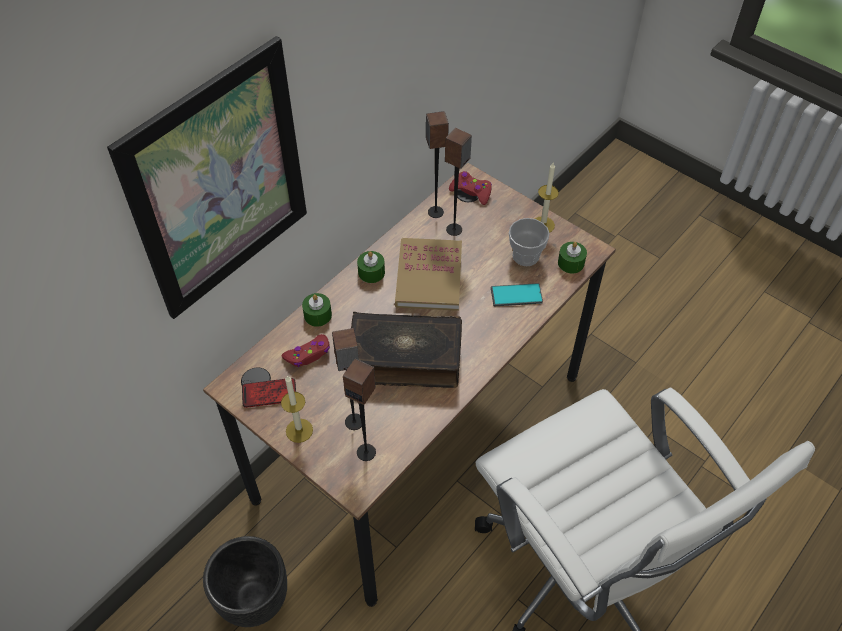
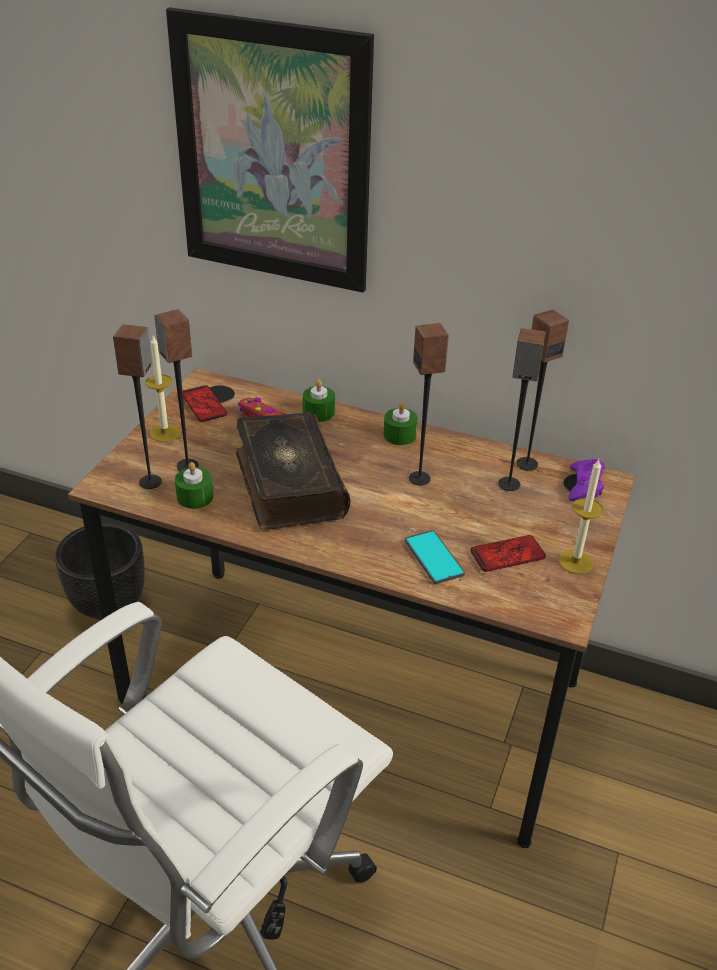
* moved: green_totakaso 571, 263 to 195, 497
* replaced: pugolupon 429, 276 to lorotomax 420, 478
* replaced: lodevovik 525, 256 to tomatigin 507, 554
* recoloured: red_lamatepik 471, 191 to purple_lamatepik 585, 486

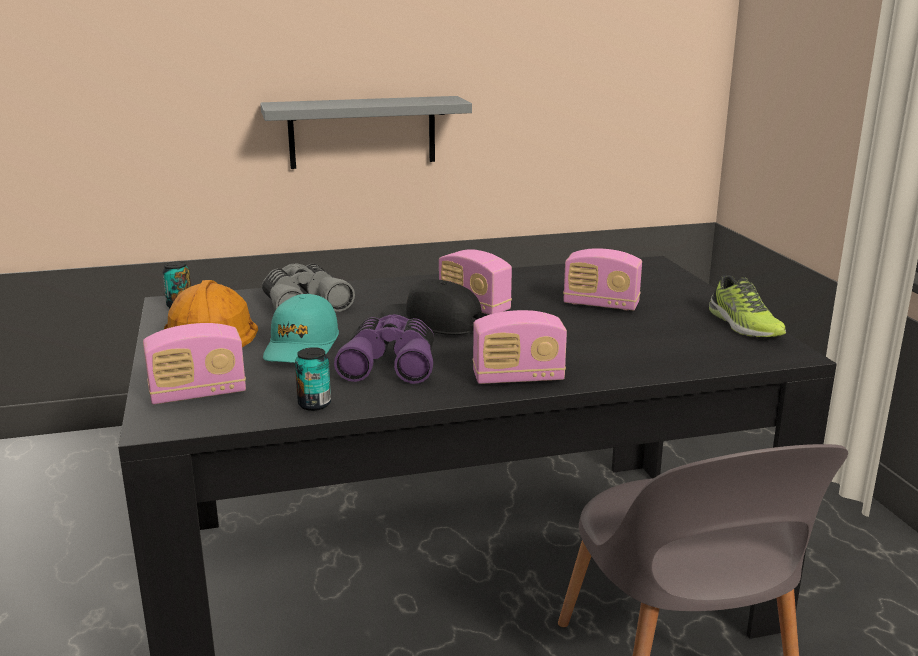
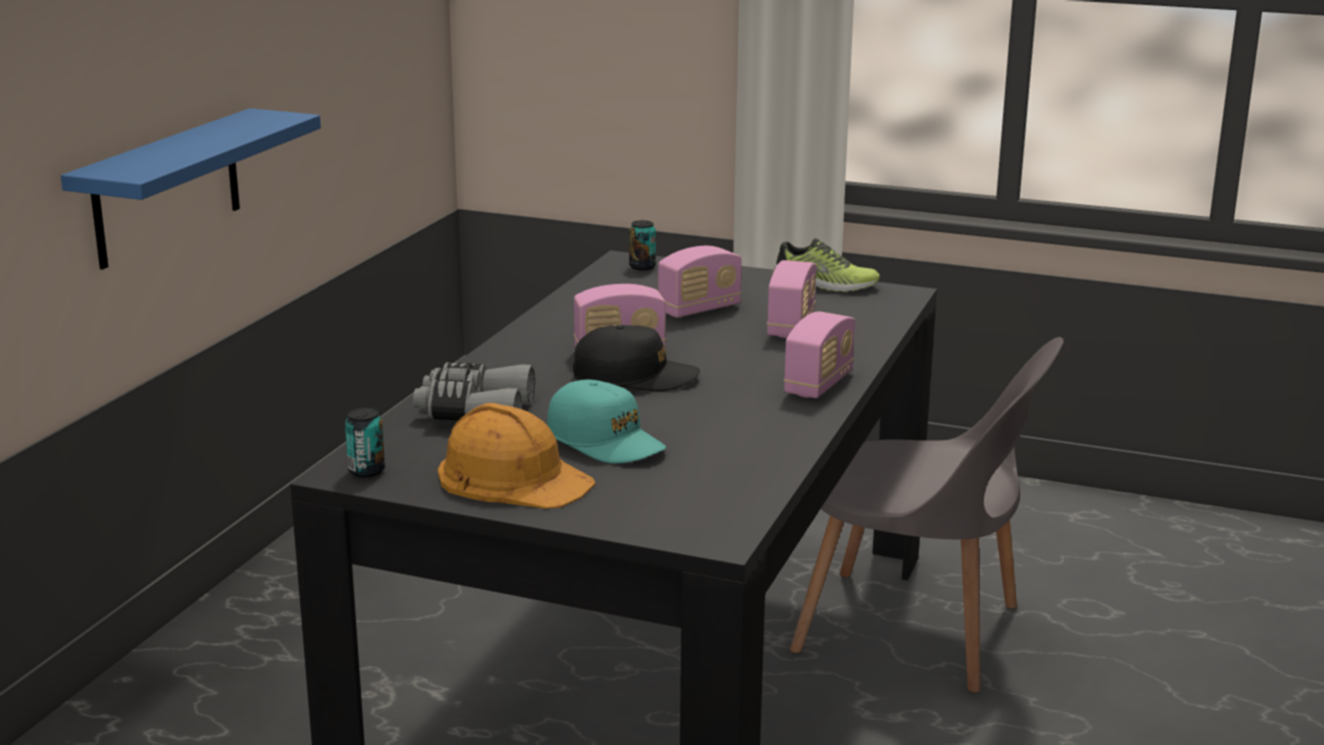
* recoloured: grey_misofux 362, 132 to blue_misofux 167, 188
* turned: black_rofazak 432, 323 = 634, 377 150 degrees counterclockwise
* moved: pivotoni 314, 404 to 642, 267
* moved: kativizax 198, 394 to 791, 326
* removed: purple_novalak 390, 363

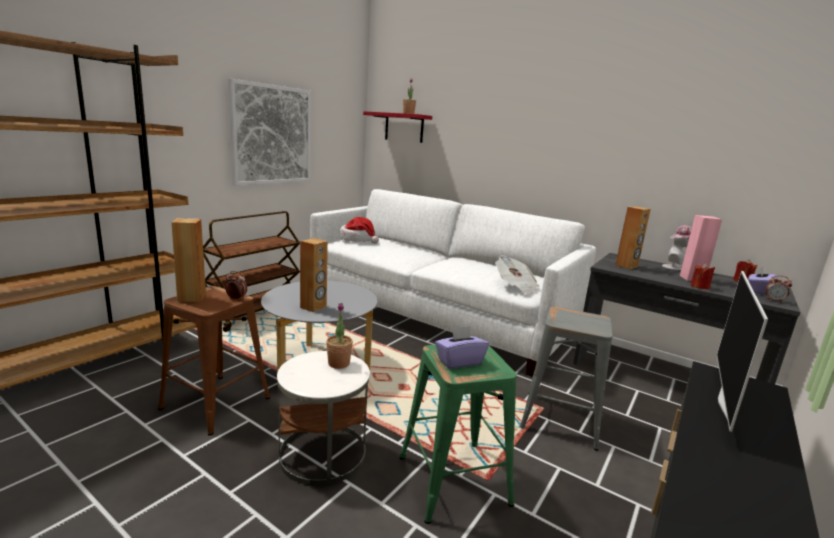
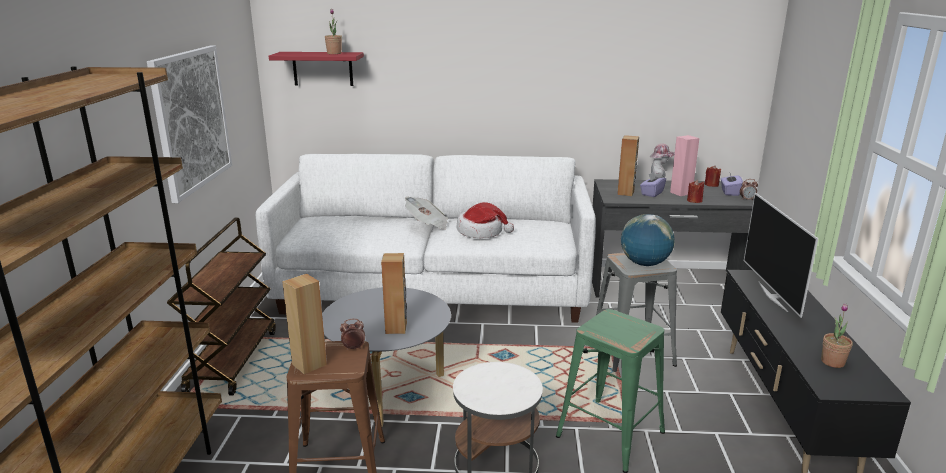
* moved: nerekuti 515, 287 to 427, 224
* moved: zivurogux 358, 239 to 481, 232
* added: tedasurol 644, 264
* moved: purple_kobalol 459, 361 to 651, 193
* moved: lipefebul 339, 363 to 832, 362

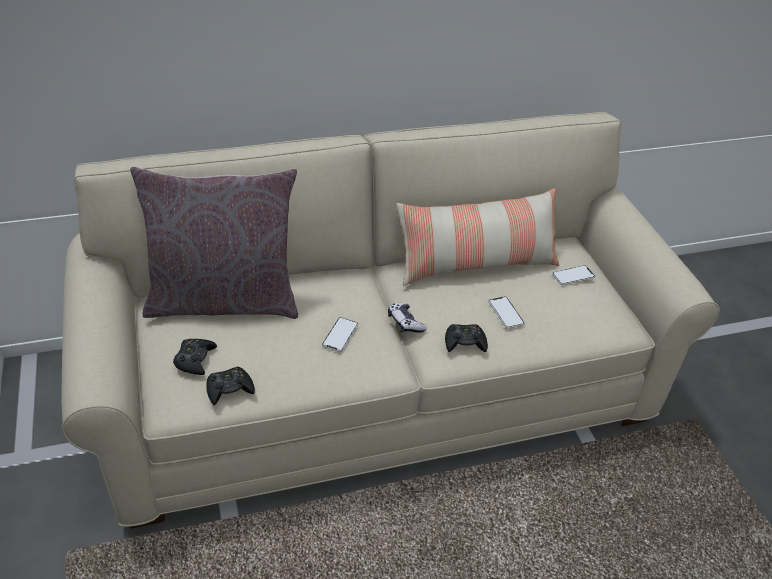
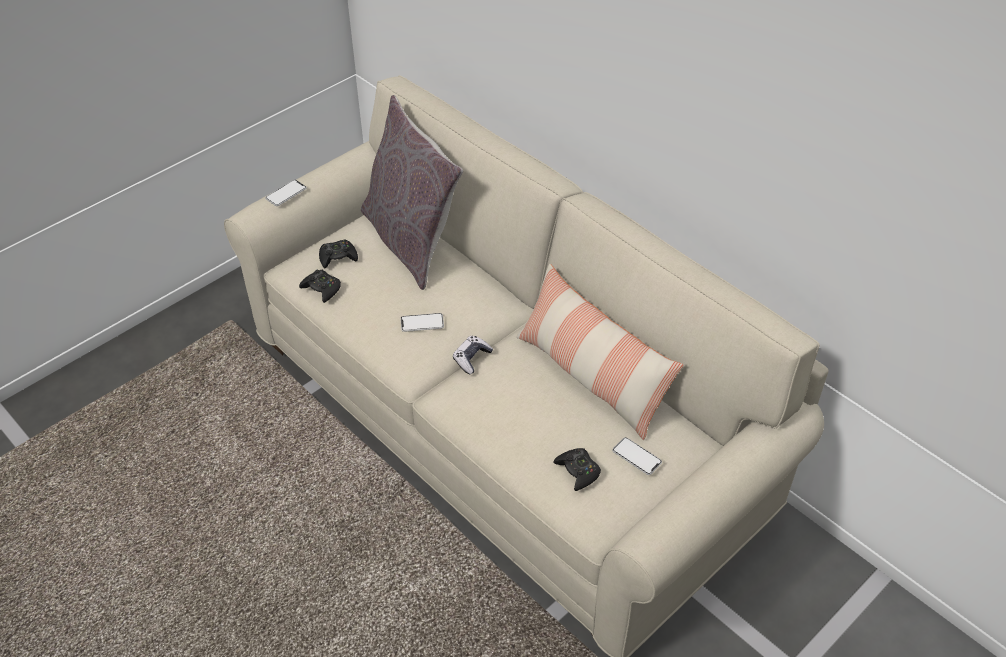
* moved: tomatigin 506, 313 to 286, 193
* moved: black_lamatepik 464, 342 to 578, 471

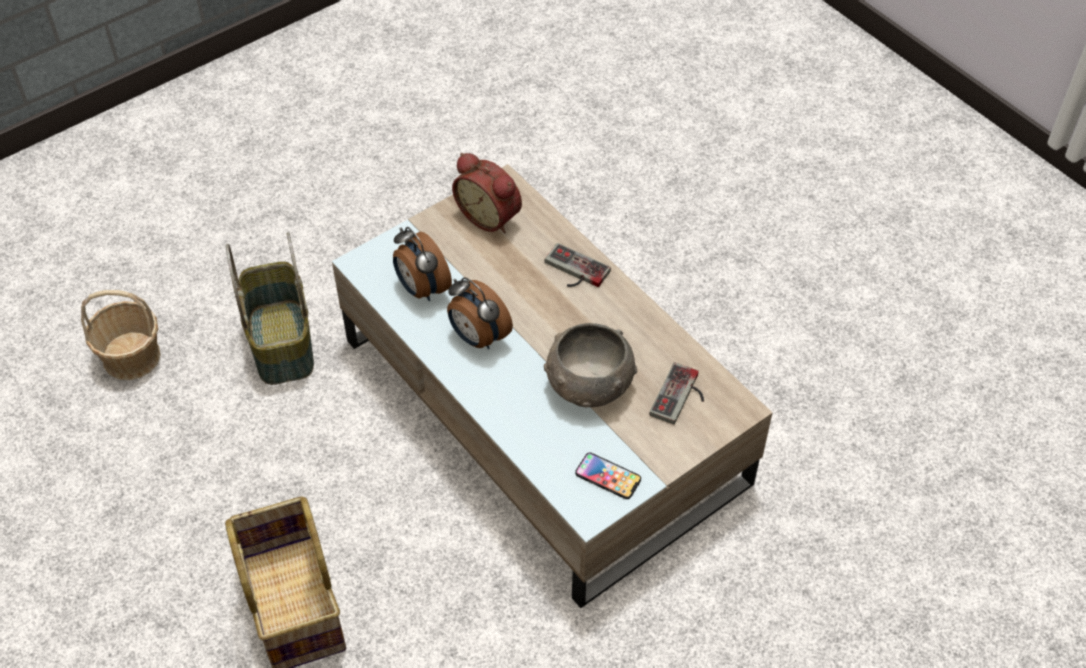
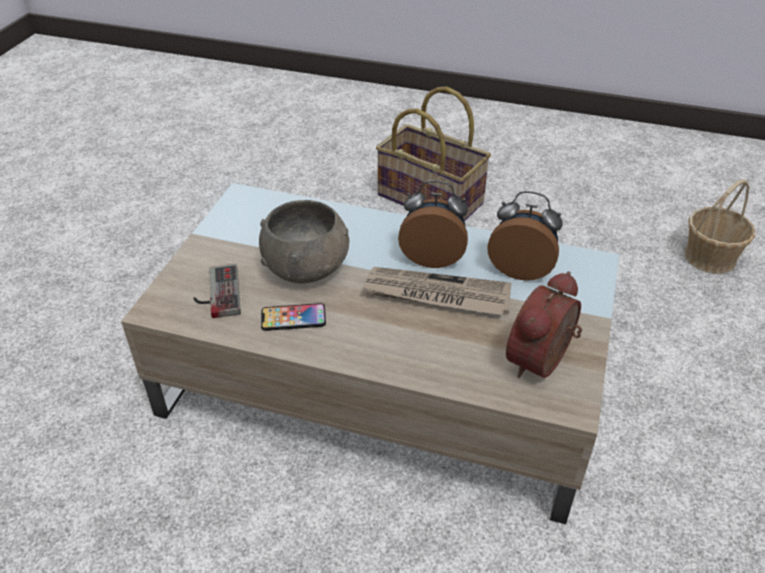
* moved: tomatigin 608, 476 to 293, 318
* added: nerekuti 436, 295
* turned: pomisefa 490, 215 = 543, 362 60 degrees counterclockwise
* removed: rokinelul 283, 343
* removed: lamatepik 573, 271

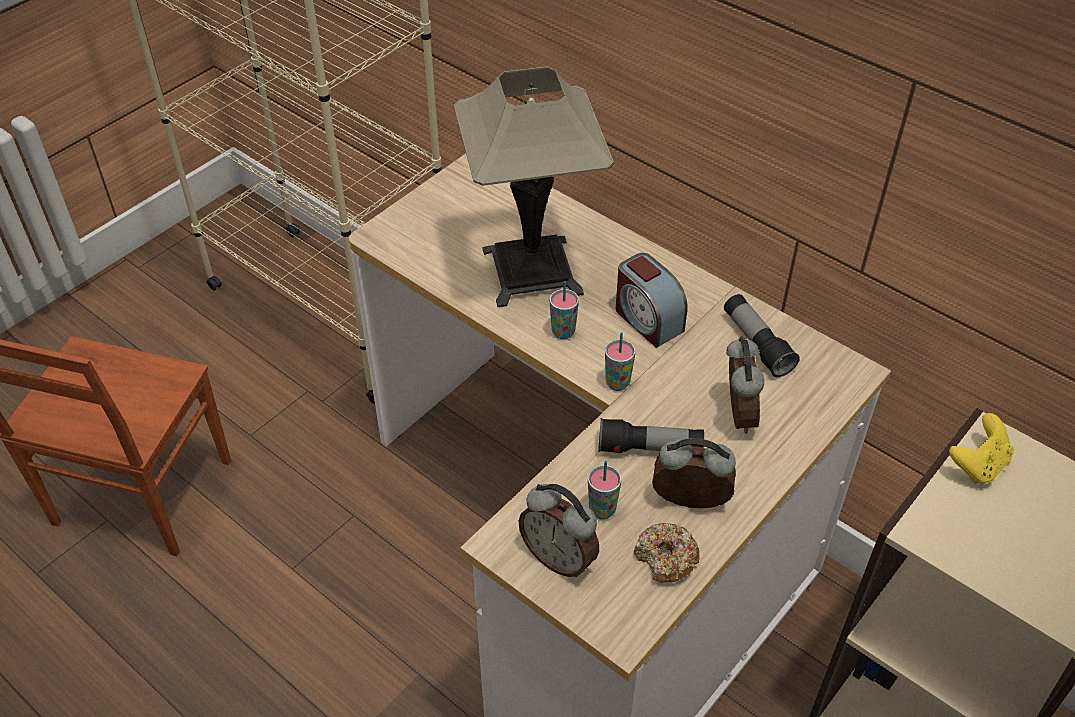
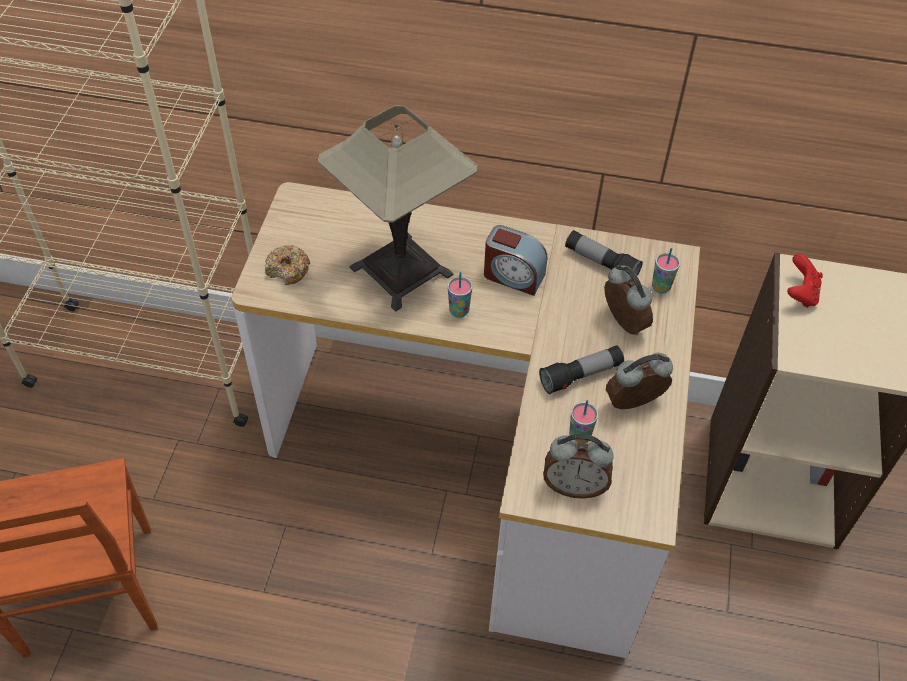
* moved: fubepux 666, 559 to 288, 270
* moved: lodevovik 617, 383 to 661, 287
* recoloured: yellow_lamatepik 977, 465 to red_lamatepik 800, 294

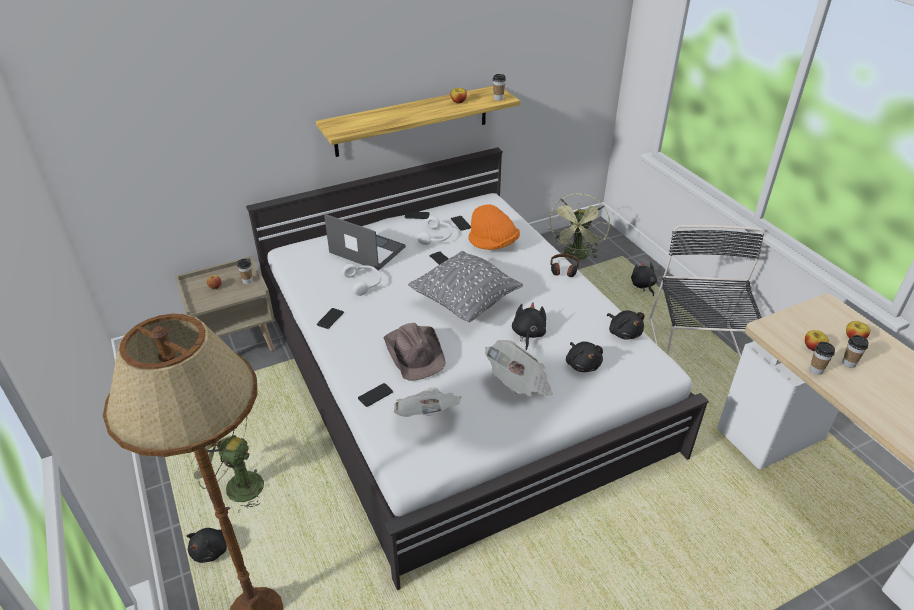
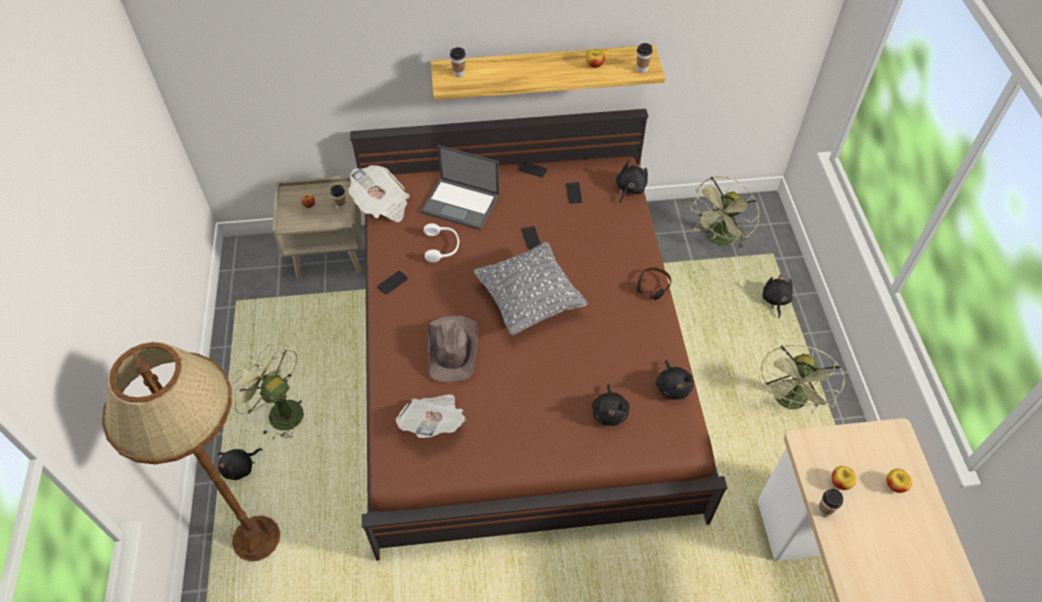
* moved: nerekuti 519, 383 to 382, 205
* recoloured: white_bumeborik 456, 378 to brown_bumeborik 521, 358
* turned: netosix 366, 250 = 461, 203 150 degrees clockwise
* moved: lodevovik 848, 363 to 459, 73
* moved: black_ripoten 528, 334 to 629, 189
* replaced: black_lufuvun 697, 351 to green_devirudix 790, 402
* removed: tomatigin 375, 395
* removed: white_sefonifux 437, 237
* removed: orange_zivurogux 493, 244

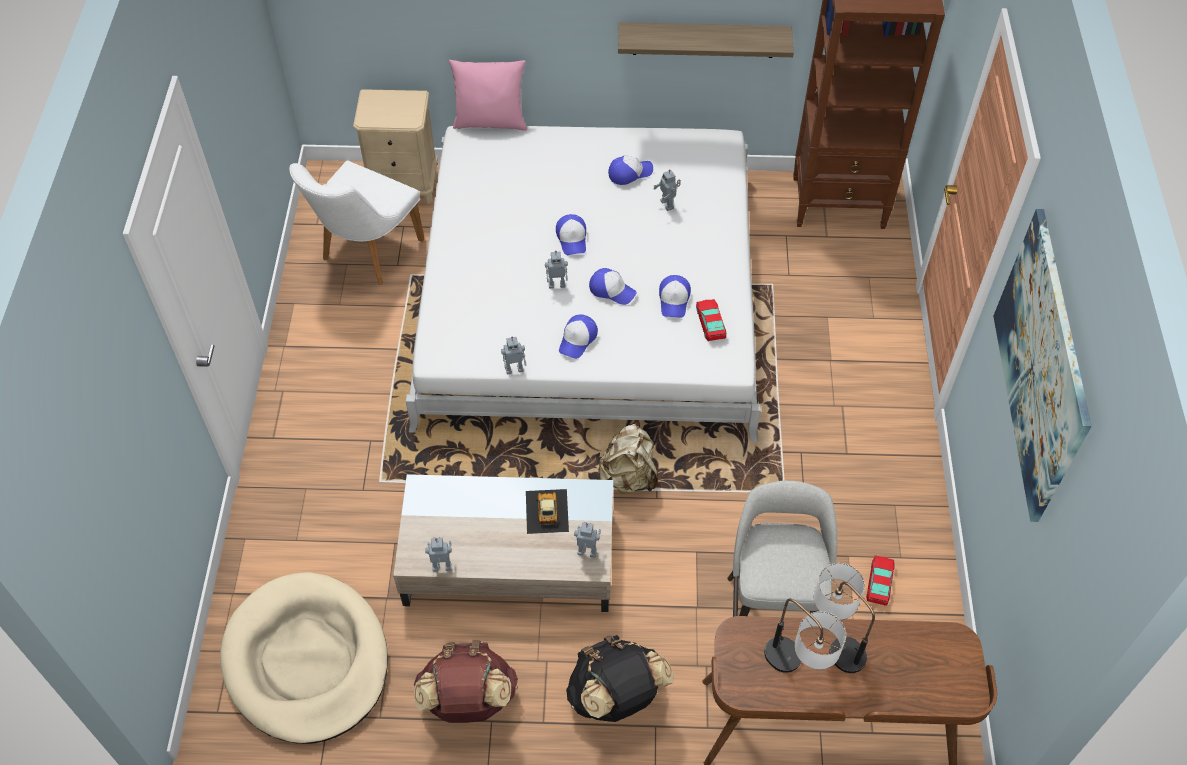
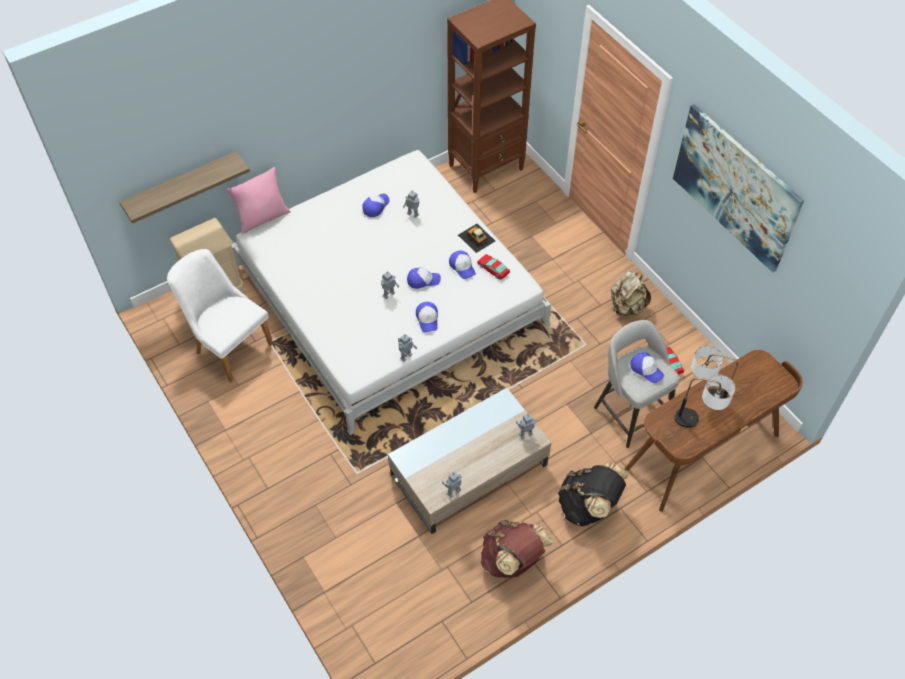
* moved: misofux 703, 39 to 182, 186
* turned: white_lufuvun 365, 254 = 228, 345 135 degrees clockwise
* moved: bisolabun 546, 511 to 476, 238
* moved: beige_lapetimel 629, 476 to 626, 307
* moved: rofazak 572, 238 to 646, 369
* removed: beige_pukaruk 307, 661

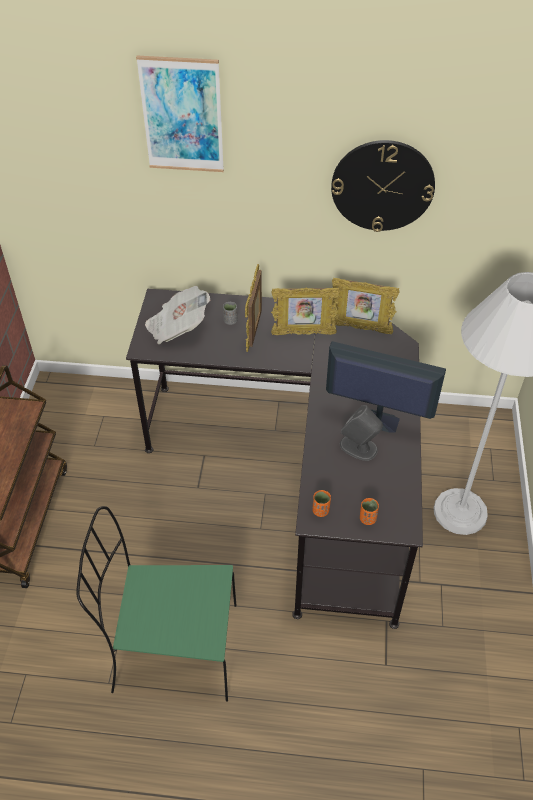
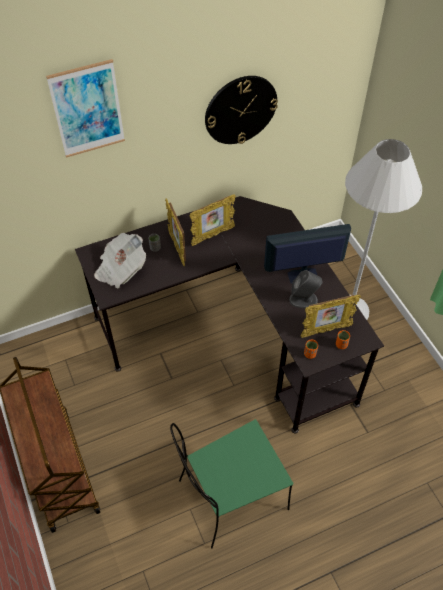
* moved: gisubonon 360, 328 to 326, 330

